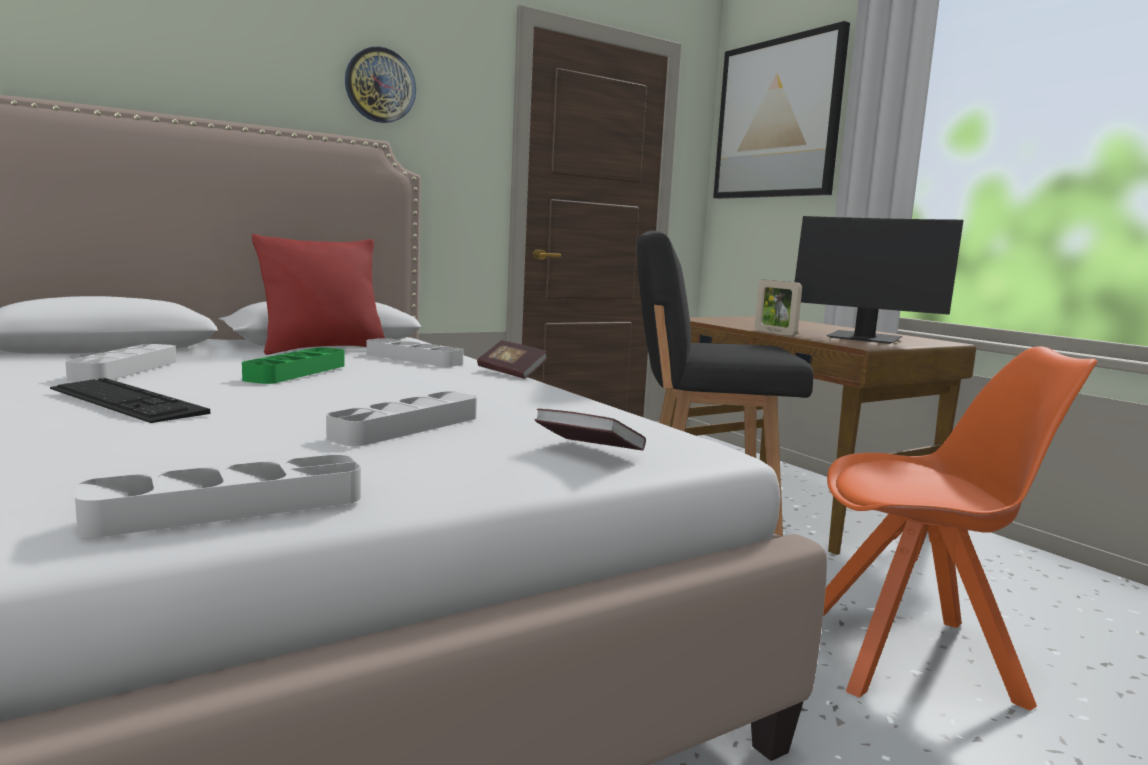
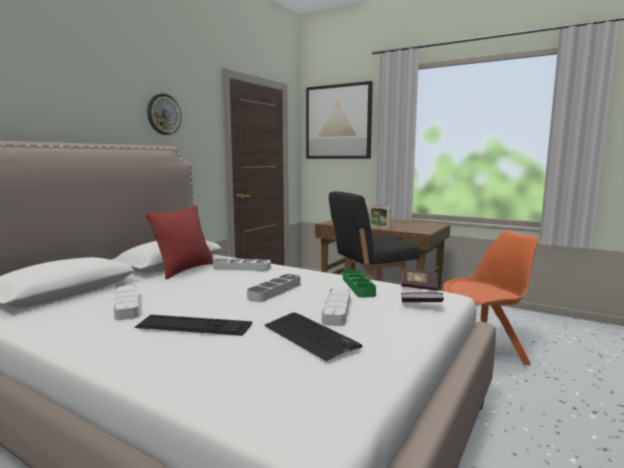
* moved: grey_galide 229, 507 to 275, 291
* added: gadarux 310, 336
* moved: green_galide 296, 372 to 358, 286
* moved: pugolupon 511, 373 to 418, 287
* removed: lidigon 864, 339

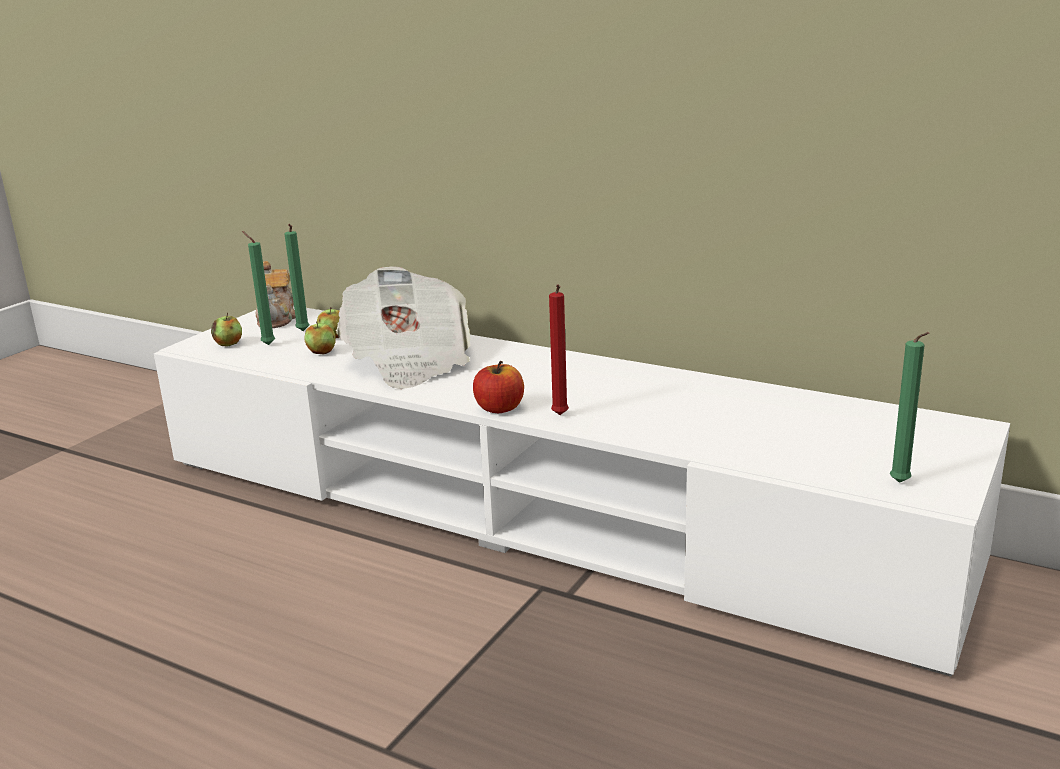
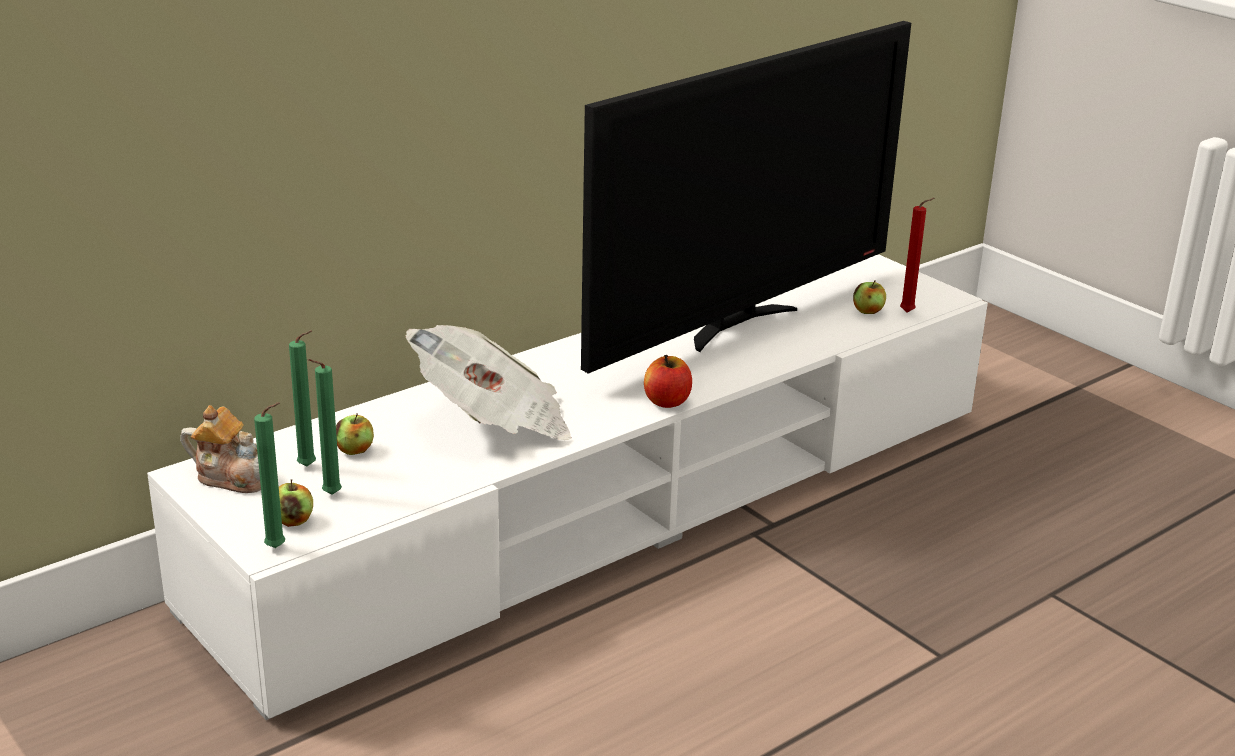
* moved: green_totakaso 901, 484 to 278, 548
* added: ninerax 738, 324
* moved: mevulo 321, 352 to 868, 311
* moved: red_totakaso 560, 416 to 909, 313

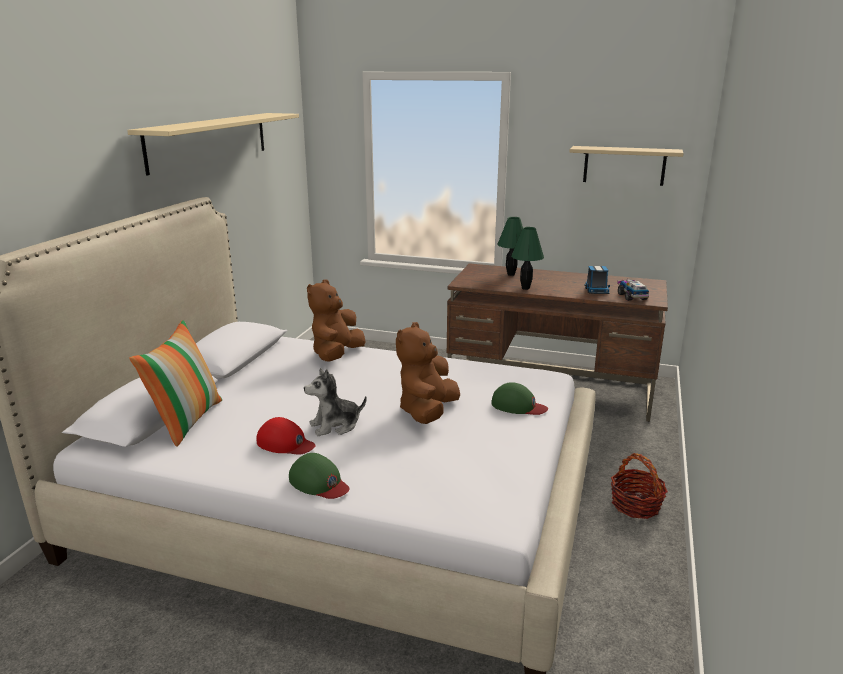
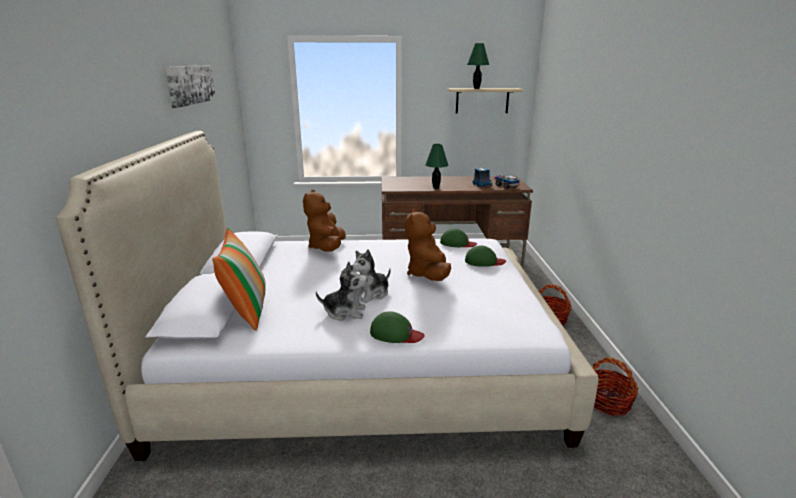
* replaced: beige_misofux 210, 140 to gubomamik 190, 84
* replaced: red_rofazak 285, 443 to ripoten 344, 312
* added: green_rofazak 457, 243
* moved: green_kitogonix 510, 274 to 476, 88
* added: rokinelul 608, 402

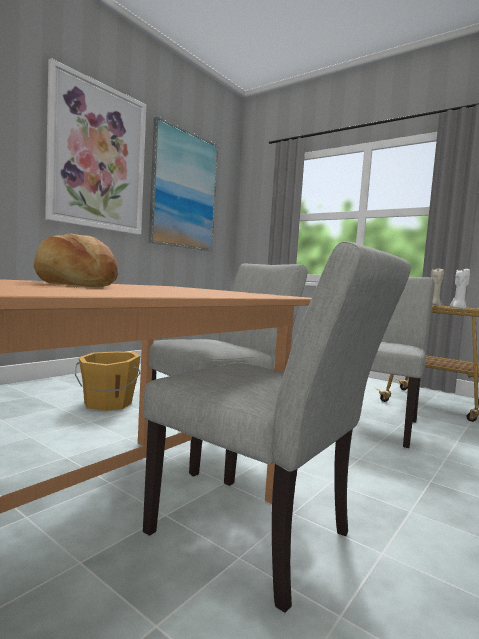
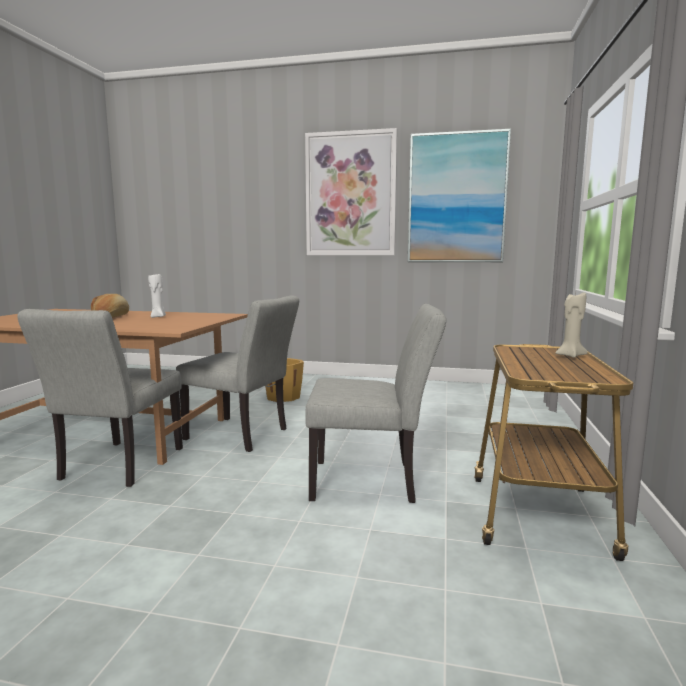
* moved: white_totakaso 458, 308 to 158, 317

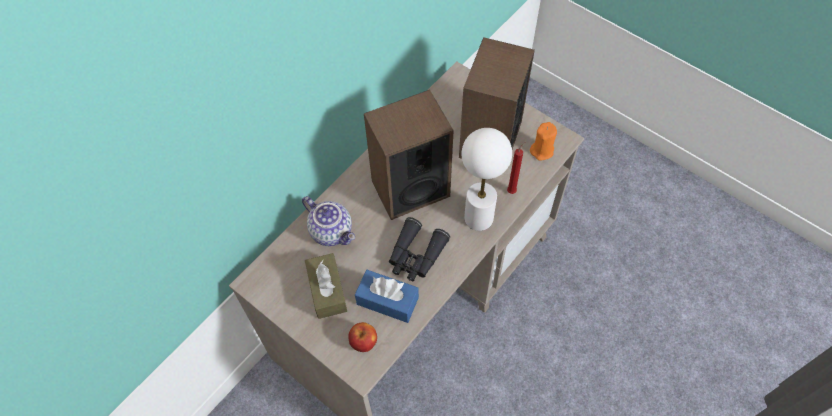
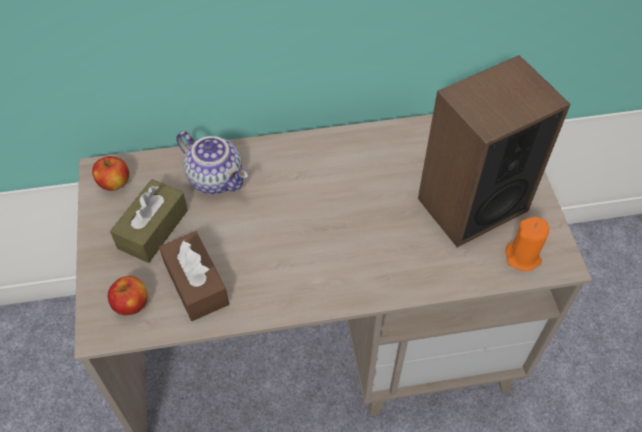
* added: mevulo 115, 183
* recoloured: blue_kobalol 387, 301 to brown_kobalol 196, 283
* turned: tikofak 332, 231 = 217, 178 45 degrees counterclockwise
* removed: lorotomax 410, 188
* removed: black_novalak 416, 255
* removed: white_kitogonix 479, 218
* removed: red_totakaso 512, 191

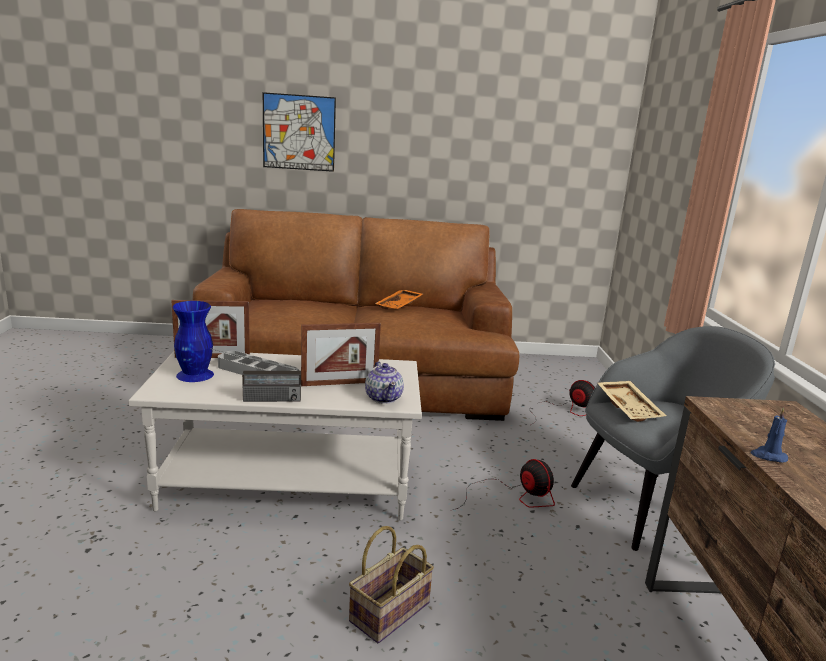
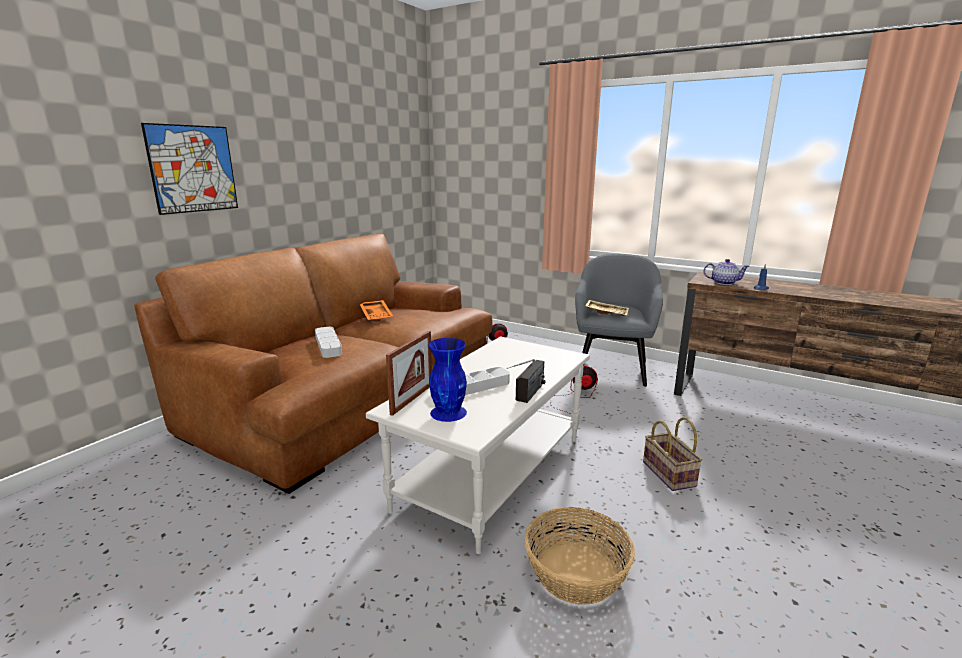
* added: grey_galide 328, 345
* added: rokinelul 576, 573
* moved: tikofak 384, 398 to 723, 283
* removed: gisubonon 339, 383

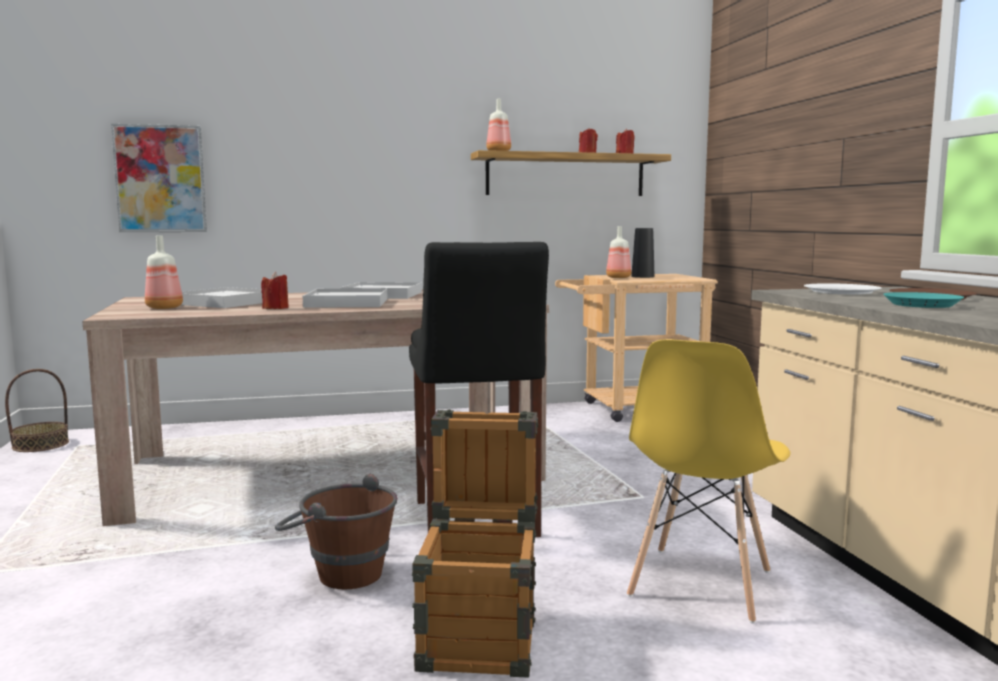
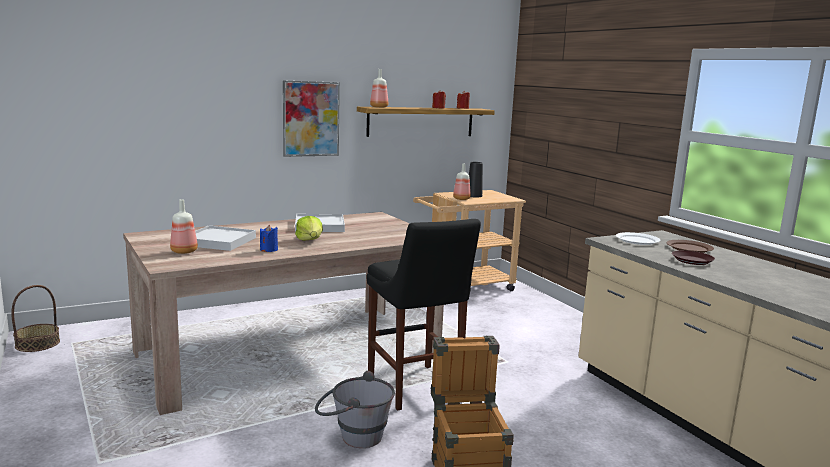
* recoloured: red_totakaso 276, 308 to blue_totakaso 269, 250
* moved: gubomamik 160, 179 to 311, 119
* replaced: white_galide 347, 303 to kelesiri 310, 240
* recoloured: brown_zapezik 338, 572 to grey_zapezik 353, 436
* recoloured: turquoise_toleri 922, 305 to brown_toleri 692, 260
* removed: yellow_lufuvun 700, 584

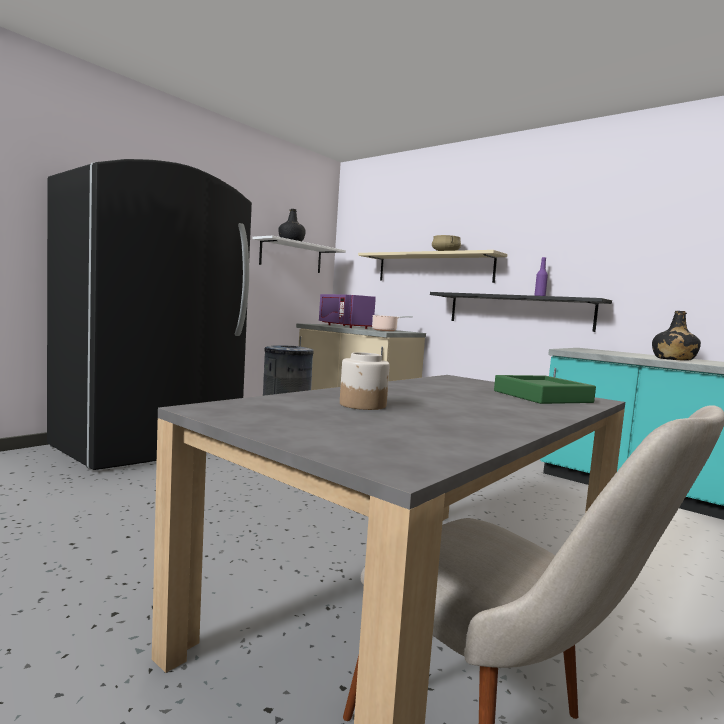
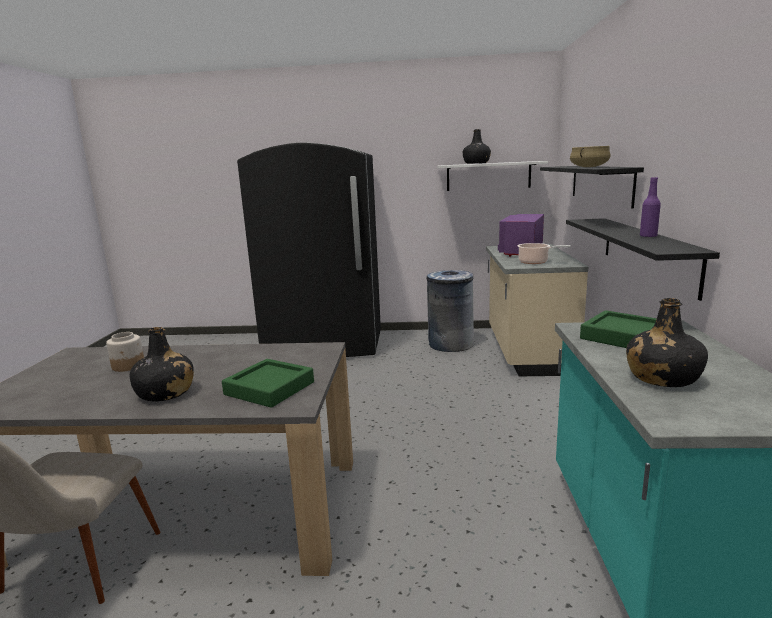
* added: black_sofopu 165, 393
* recoloured: beige_misofux 434, 268 to black_misofux 600, 183
* added: green_galide 622, 336

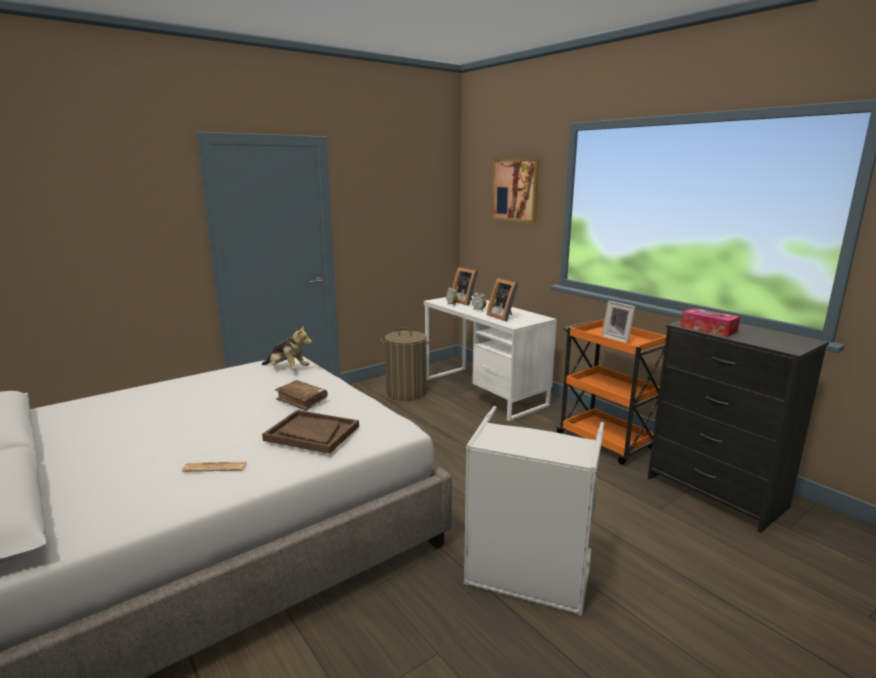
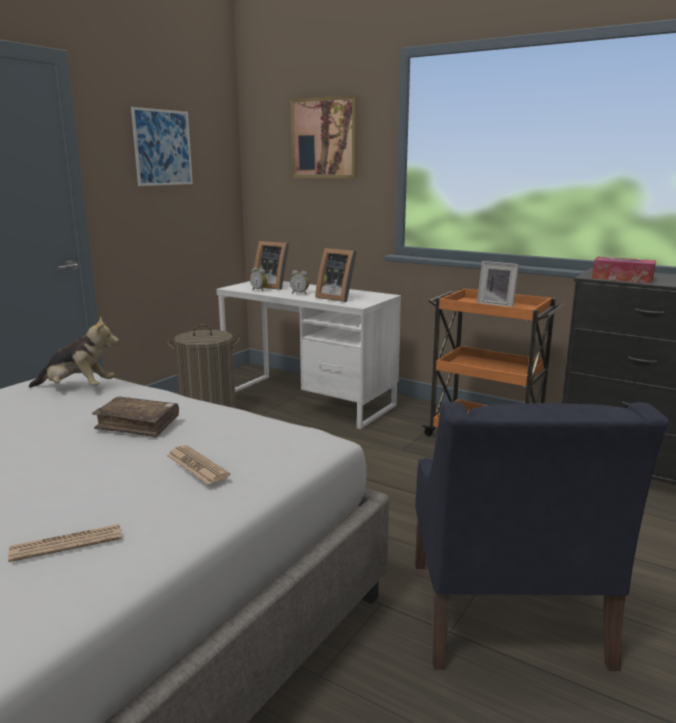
* added: gubomamik 163, 147
* replaced: brown_galide 311, 433 to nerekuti 197, 466
* replaced: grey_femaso 527, 578 to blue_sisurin 505, 613

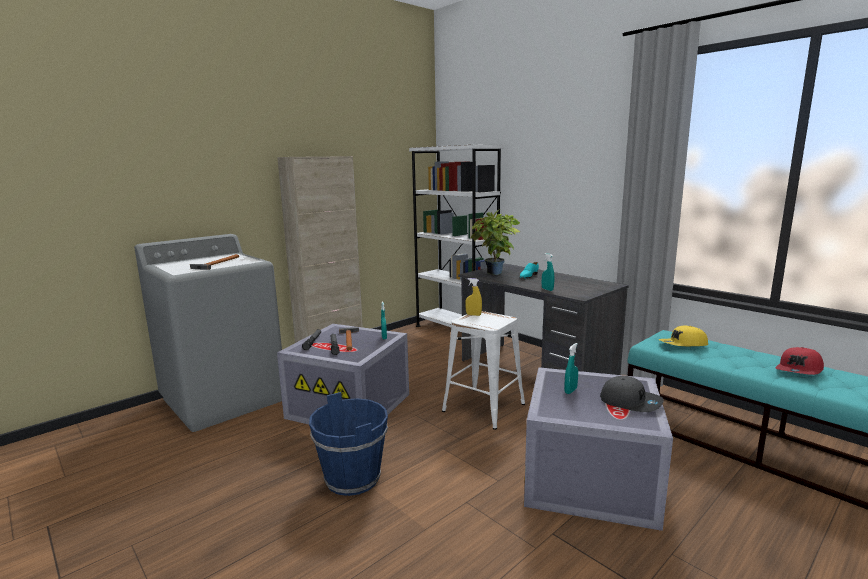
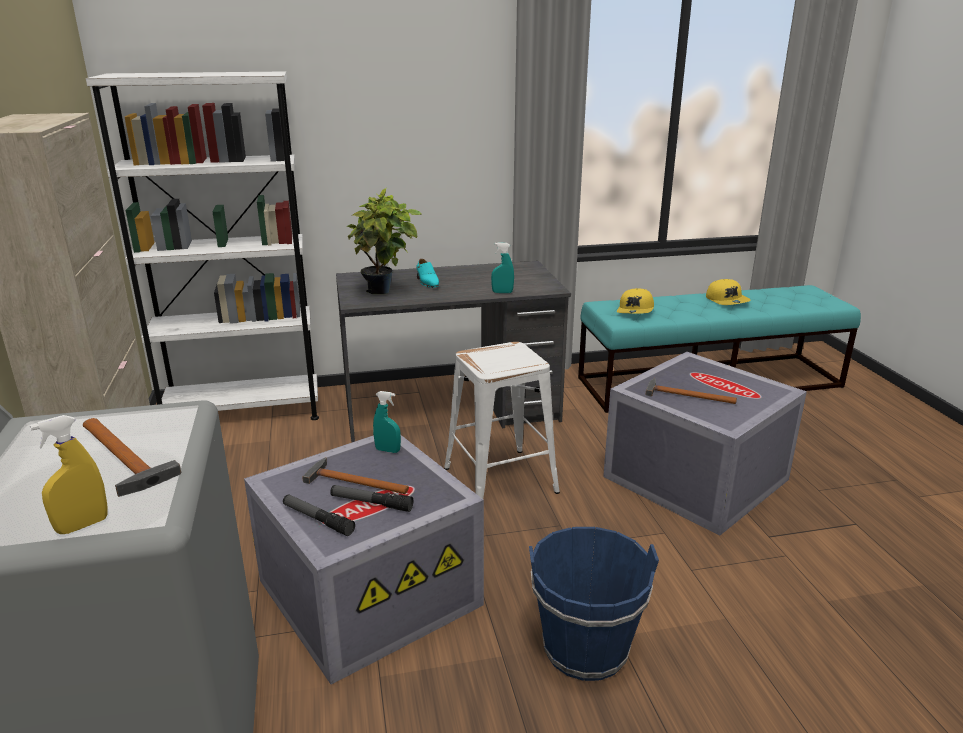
* moved: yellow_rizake 473, 315 to 82, 525
* replaced: turquoise_rizake 570, 391 to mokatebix 685, 395
* recoloured: red_rofazak 799, 370 to yellow_rofazak 727, 300
* removed: grey_rofazak 630, 402

